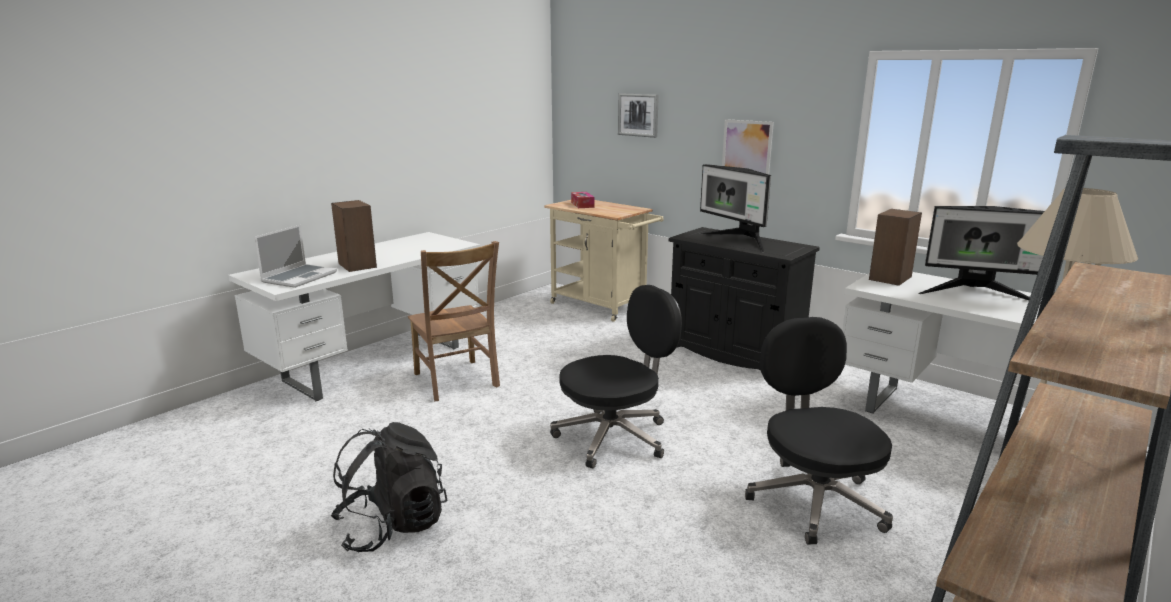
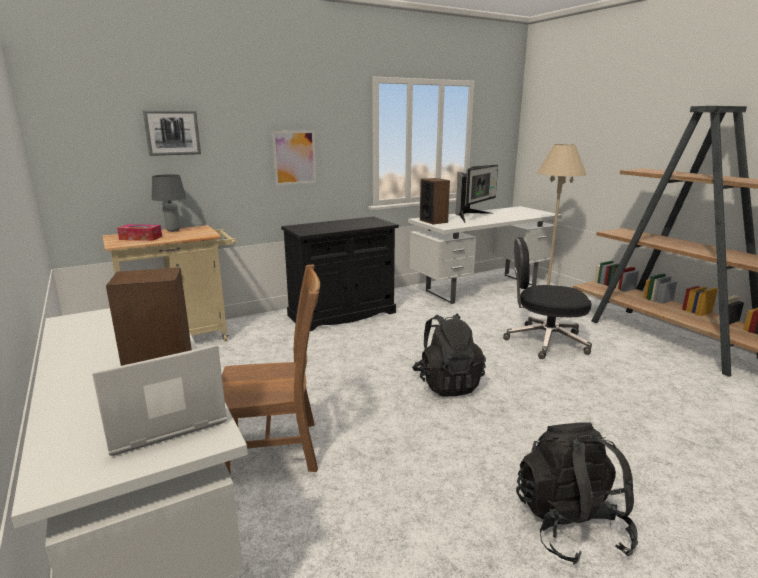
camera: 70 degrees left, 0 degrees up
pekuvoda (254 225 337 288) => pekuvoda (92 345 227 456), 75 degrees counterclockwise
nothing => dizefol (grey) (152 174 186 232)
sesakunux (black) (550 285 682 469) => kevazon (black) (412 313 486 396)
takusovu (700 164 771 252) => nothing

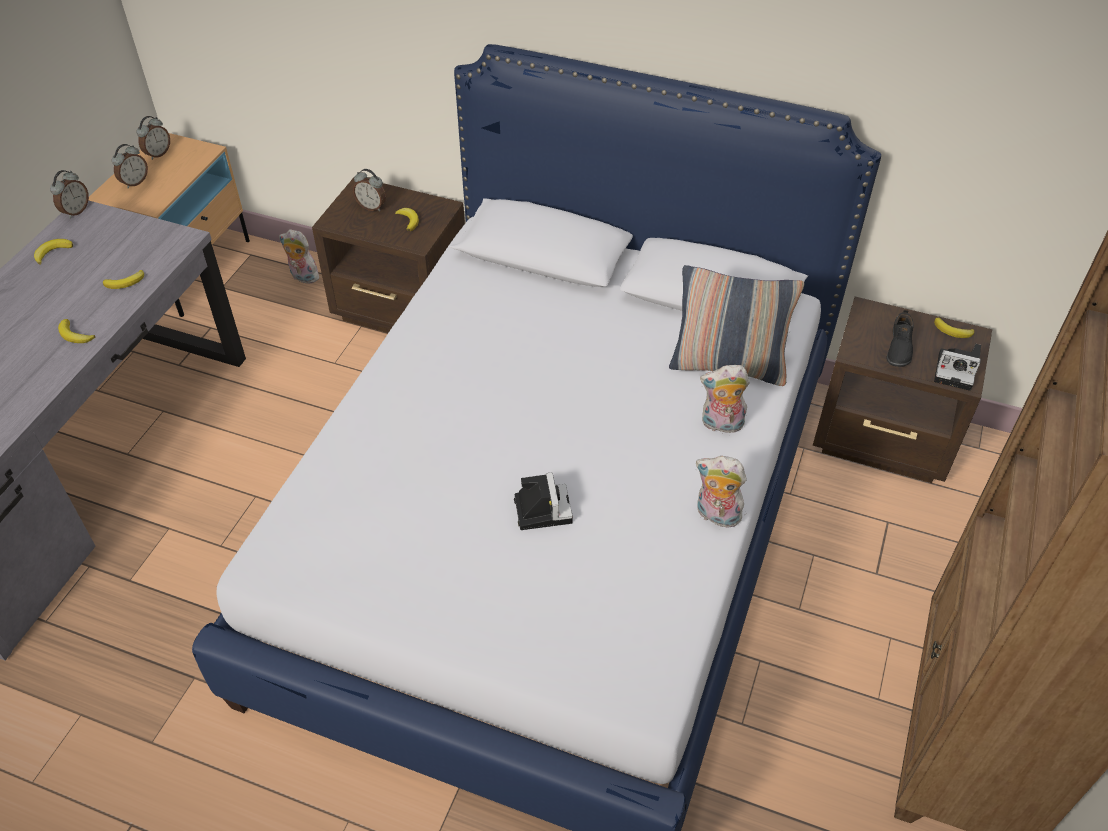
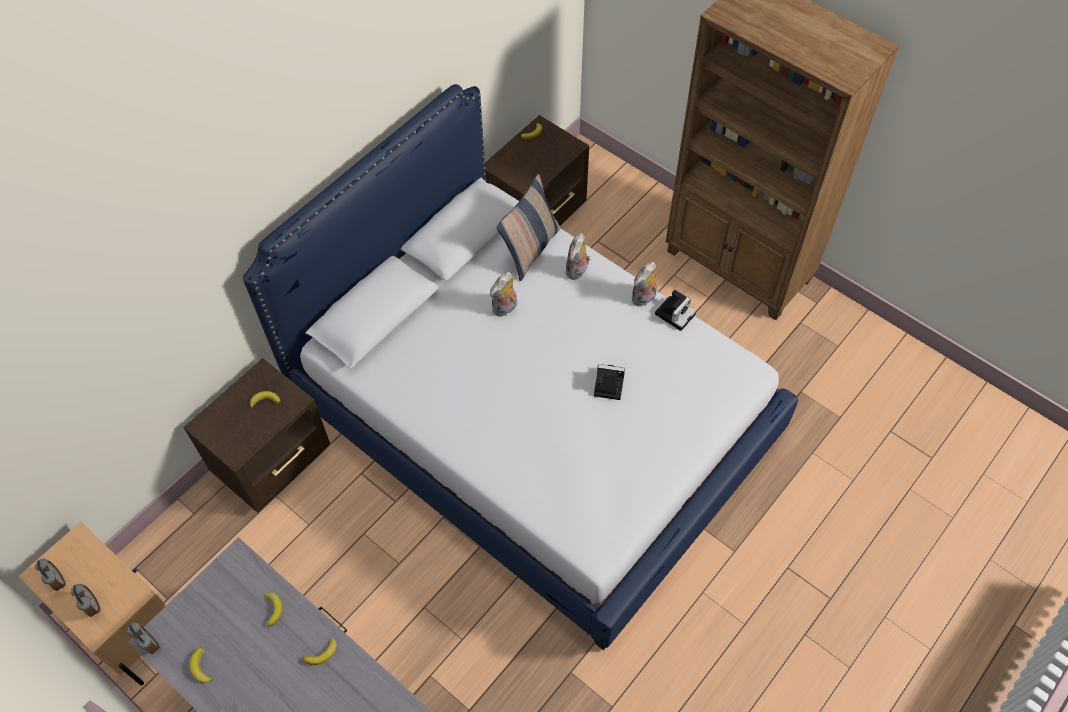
camera: 70 degrees left, 10 degrees up
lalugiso (279 229 319 284) => lalugiso (490 272 517 317), relocated
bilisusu (934 344 981 391) => bilisusu (655 290 697 331), relocated
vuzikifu (353 169 386 212) => nothing
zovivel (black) (886 309 914 367) => nothing

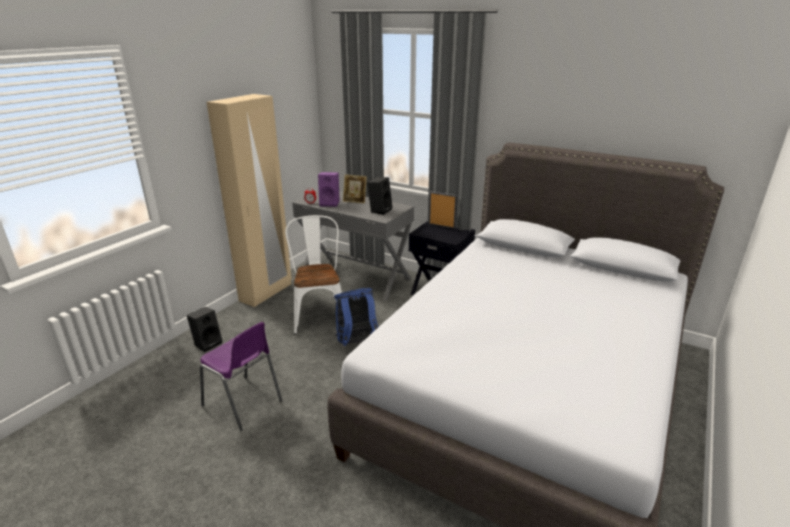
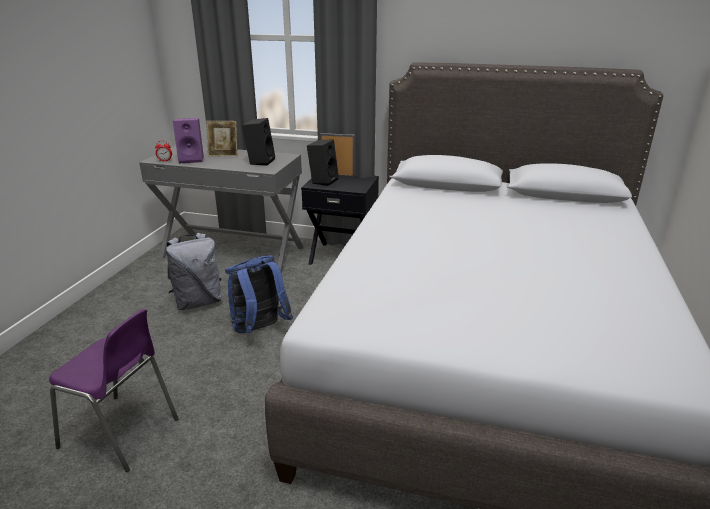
camera: 15 degrees left, 0 degrees up
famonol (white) (285 215 342 334) => kevazon (grey) (166 233 222 310)
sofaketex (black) (187 307 222 352) => sofaketex (black) (307 140 339 186), relocated
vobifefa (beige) (207 94 292 307) => nothing

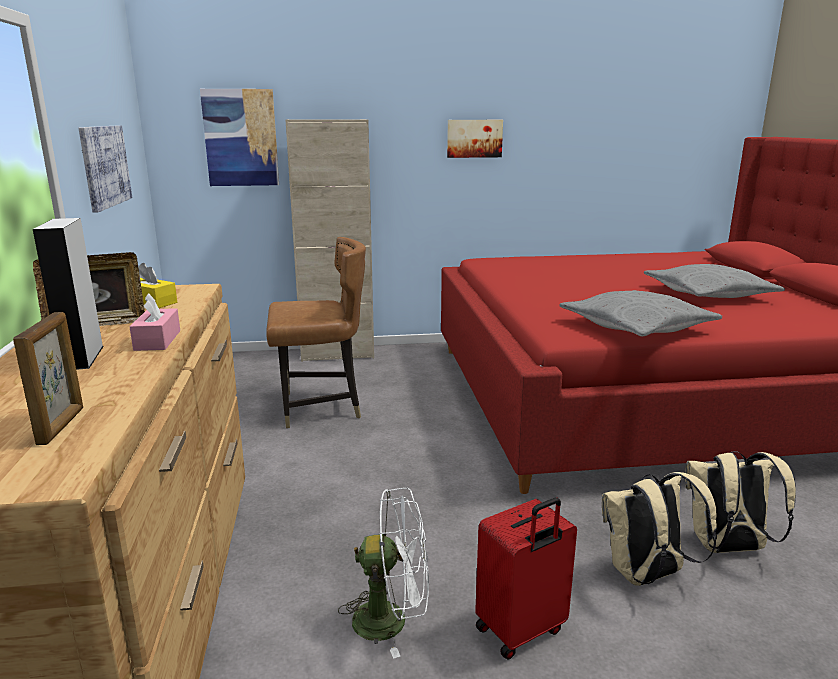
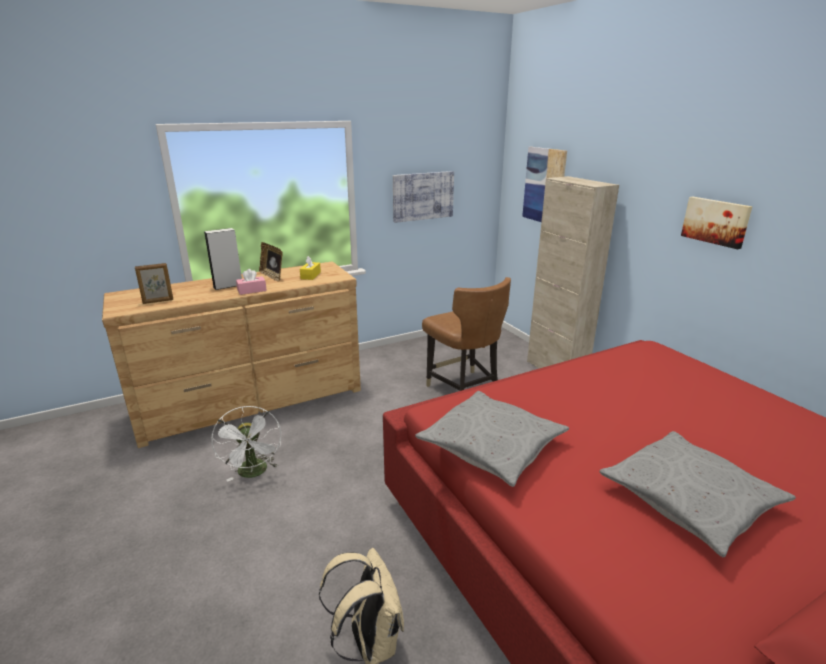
camera: 70 degrees right, 5 degrees up
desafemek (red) (475 498 577 660) => nothing
kevazon (beige) (602 472 717 586) => nothing

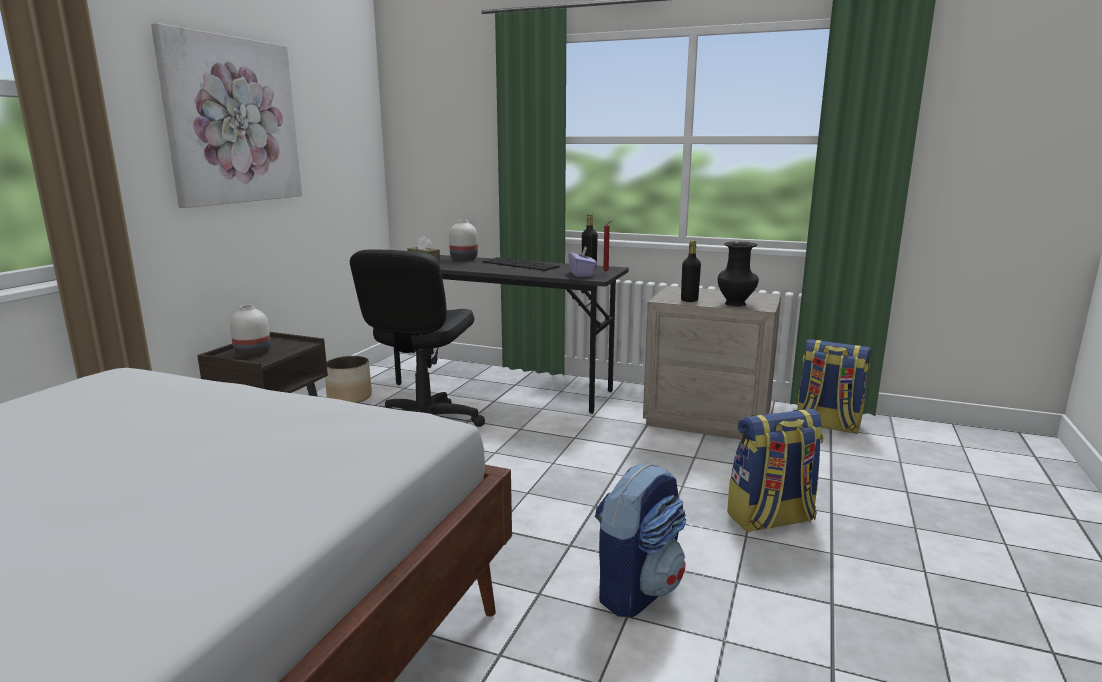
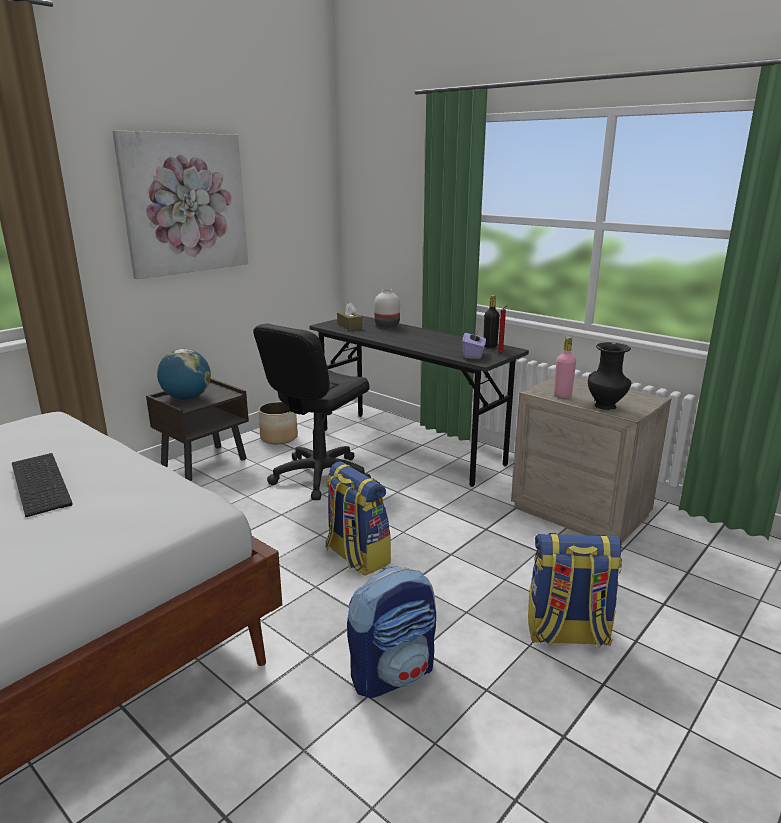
camera: 20 degrees right, 5 degrees up
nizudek (482 257 560 271) => nizudek (12 453 73 517), relocated
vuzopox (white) (230 305 271 357) => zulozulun (157 349 211 400)
kevazon (797 339 872 434) => kevazon (325 461 391 576), relocated
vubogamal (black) (681 240 701 302) => vubogamal (pink) (554 337 576 398)

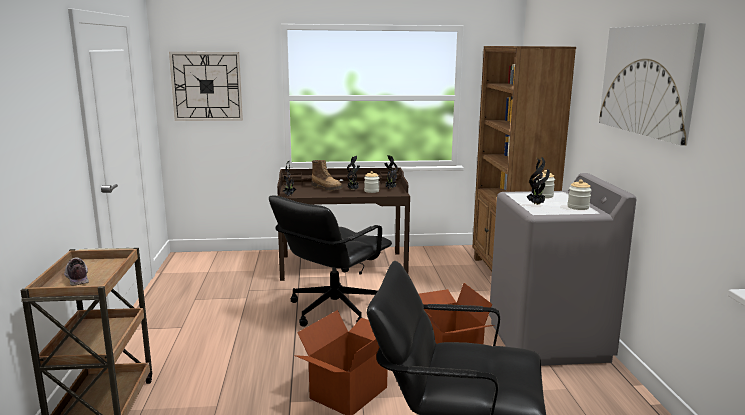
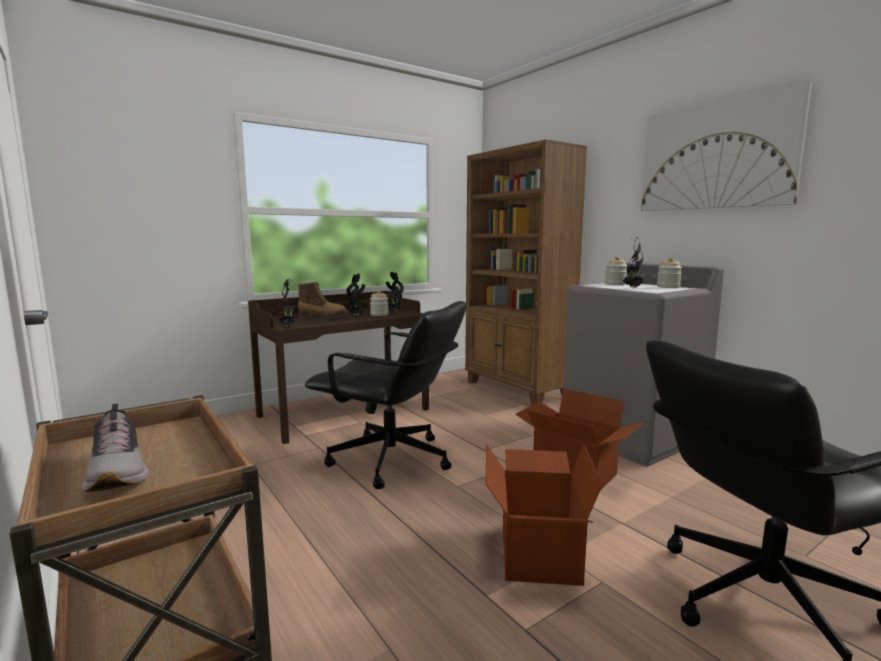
camera: 30 degrees left, 5 degrees down
zovivel (64 257 89 286) => zovivel (82 403 148 492), 150 degrees counterclockwise
sesakunux (black) (269 196 392 327) => sesakunux (black) (305 301 466 489), 75 degrees counterclockwise
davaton (169 52 243 121) => nothing

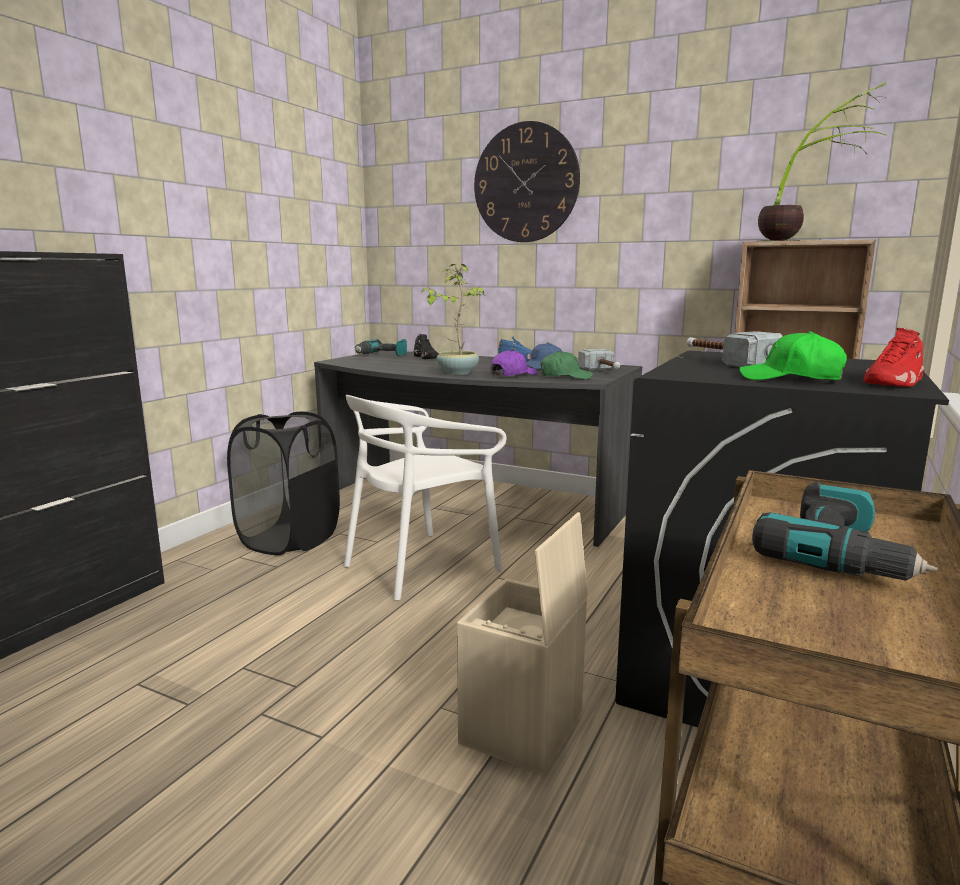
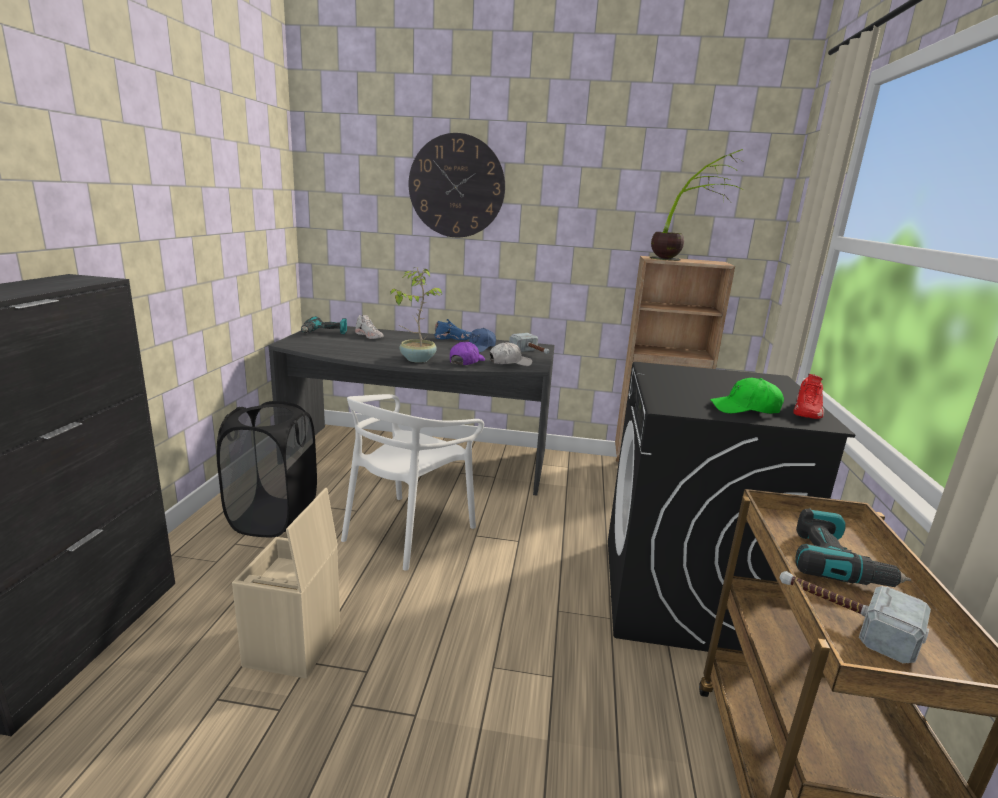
camera: 20 degrees left, 5 degrees up
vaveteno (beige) (457 512 588 775) => vaveteno (beige) (232 488 340 679), relocated
zovivel (black) (413 334 439 359) => zovivel (white) (355 315 383 339)
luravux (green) (540 351 593 380) => luravux (white) (490 342 532 366)
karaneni (687 331 783 367) => karaneni (779 571 931 663), relocated

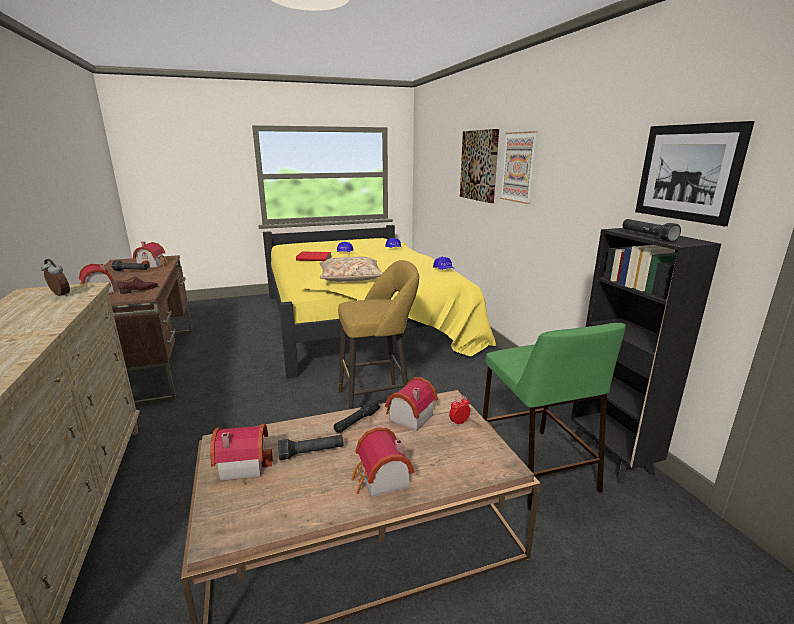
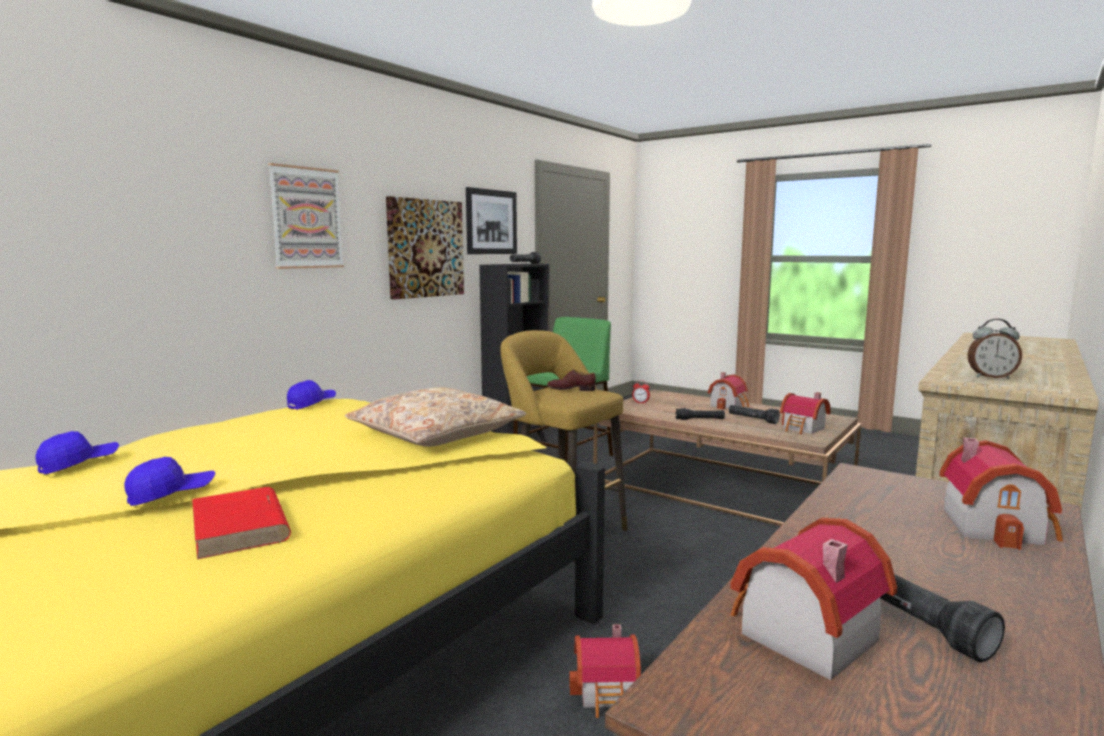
camera: 125 degrees left, 10 degrees down
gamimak (460 129 499 203) => gamimak (386 196 464 299), relocated
zovivel (brown) (118 277 158 294) => zovivel (brown) (547 370 596 391), relocated
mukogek (385 377 438 431) => mukogek (569 625 641 718), relocated
vuzikifu (41 259 70 296) => vuzikifu (967 319 1022 379), 75 degrees counterclockwise

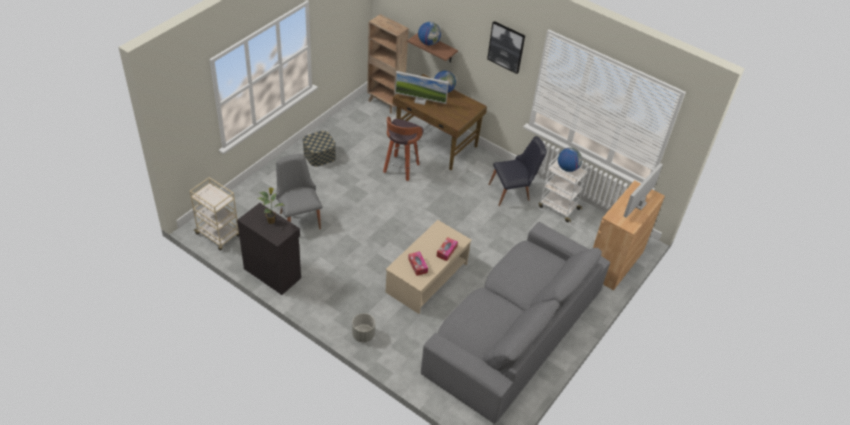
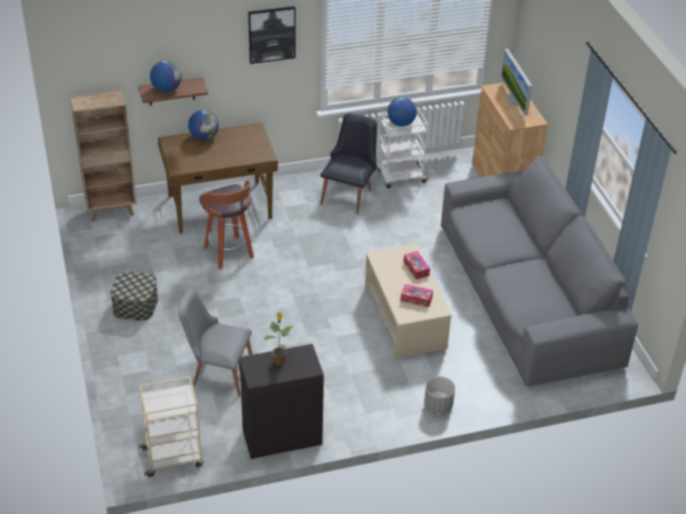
camera: 50 degrees left, 5 degrees down
takusovu (395 71 449 105) => nothing

